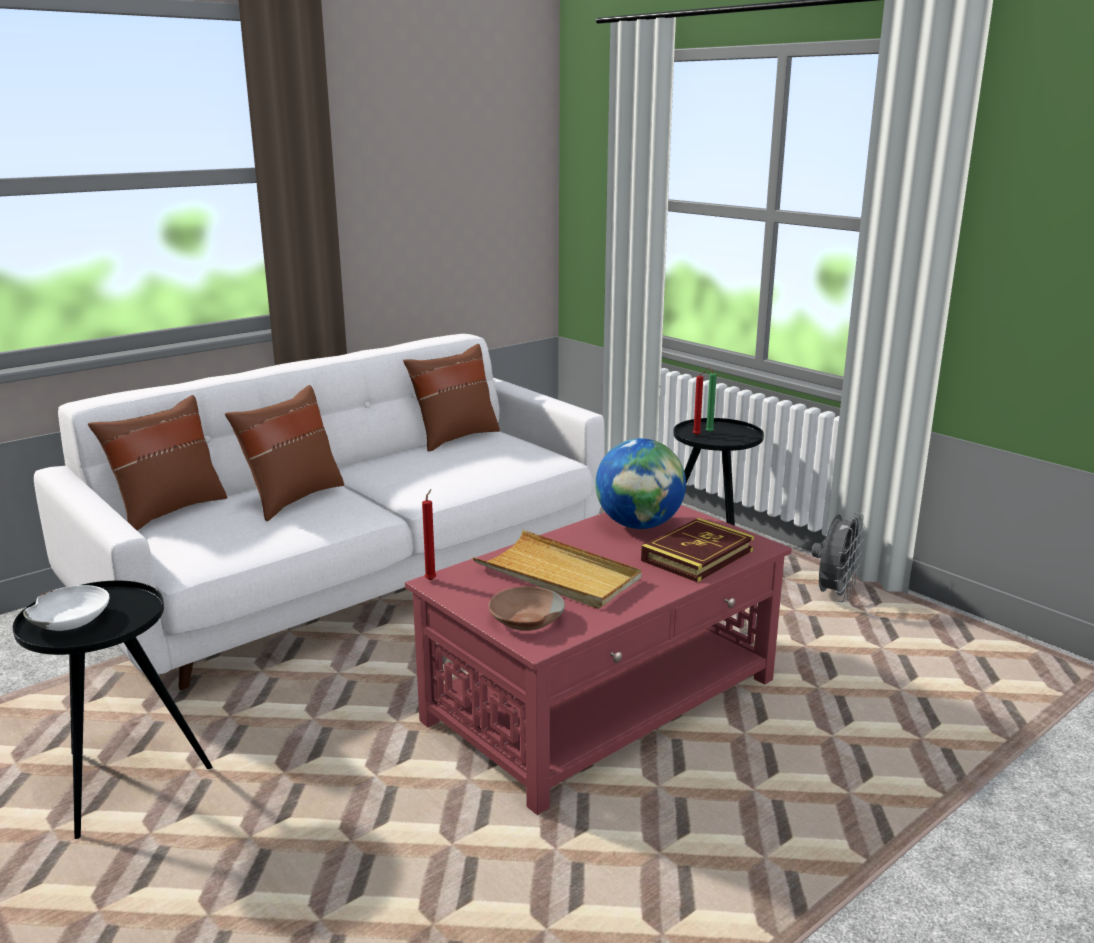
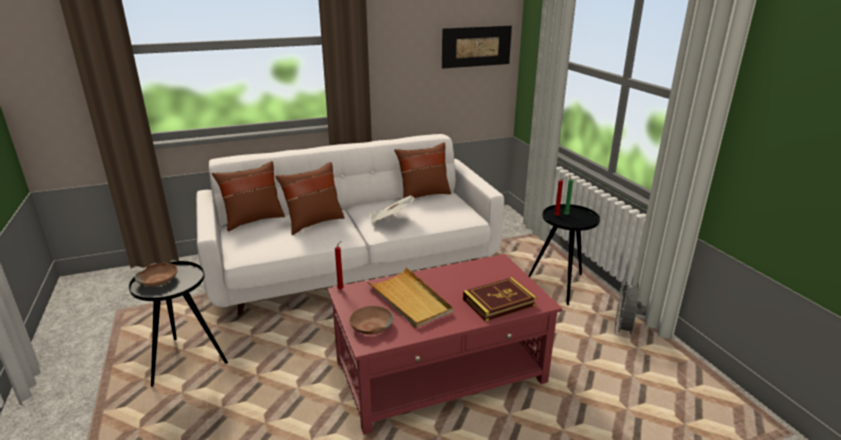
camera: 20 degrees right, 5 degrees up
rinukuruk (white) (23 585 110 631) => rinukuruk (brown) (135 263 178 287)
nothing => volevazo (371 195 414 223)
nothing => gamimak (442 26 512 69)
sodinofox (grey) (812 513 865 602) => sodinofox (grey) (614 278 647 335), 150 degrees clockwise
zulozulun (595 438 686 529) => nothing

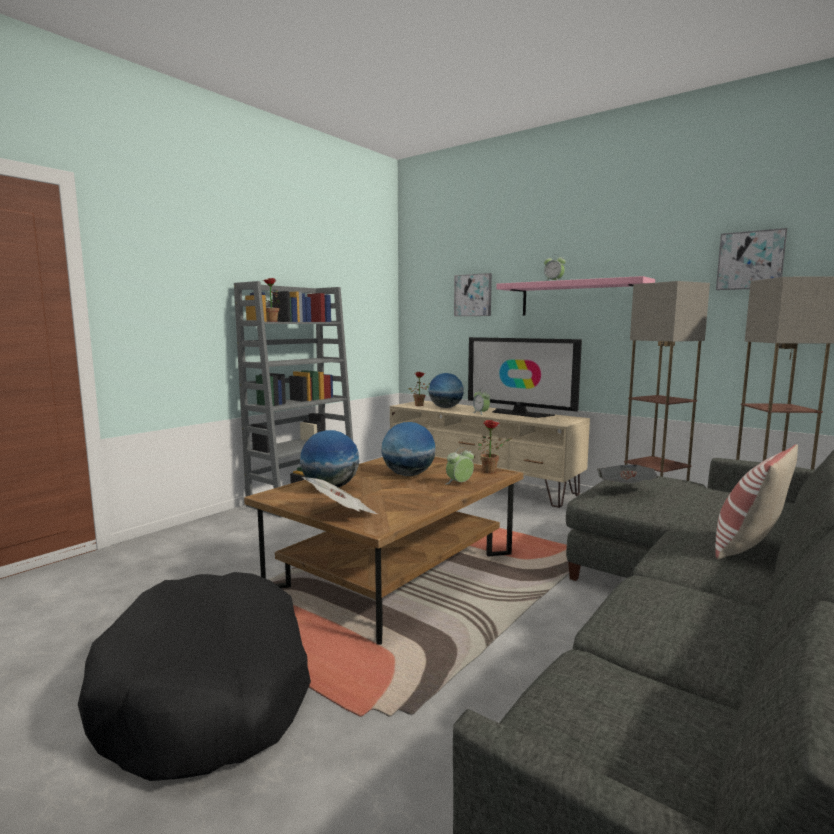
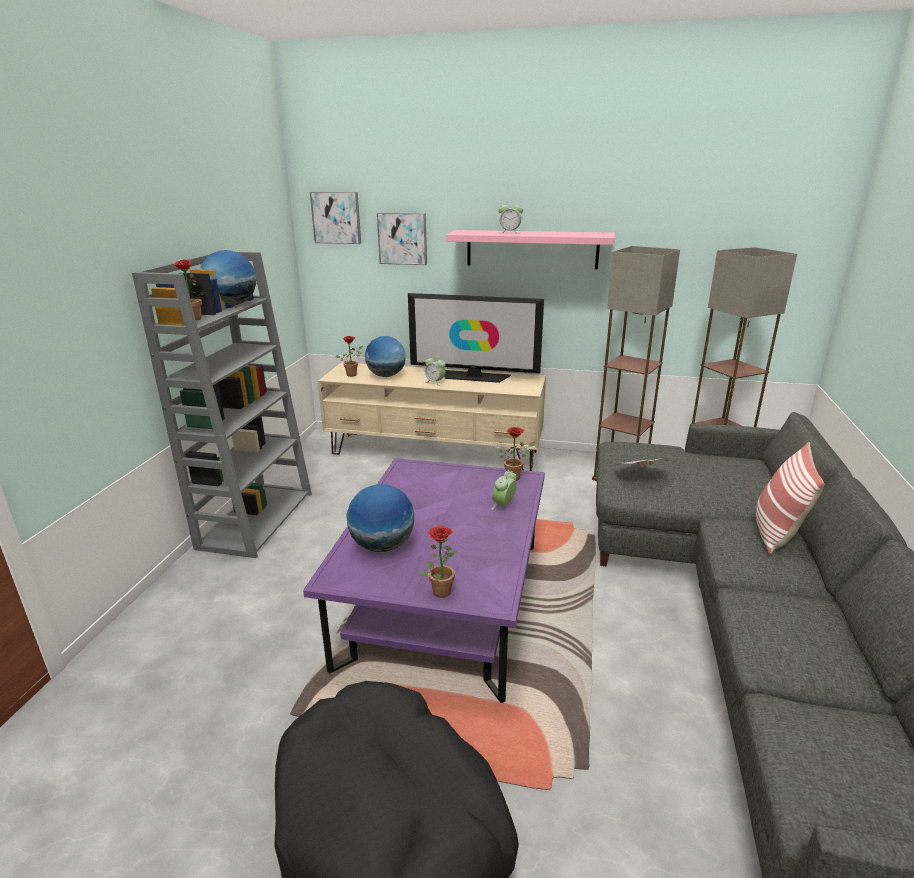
camera: 25 degrees left, 15 degrees up
zulozulun (382 422 435 476) => zulozulun (200 250 256 305), relocated
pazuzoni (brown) (244 457 524 644) => pazuzoni (purple) (303 458 545 703)
gamimak (716 228 787 290) => gamimak (310 192 361 244), relocated
volevazo (302 477 378 514) => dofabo (420 526 457 598)

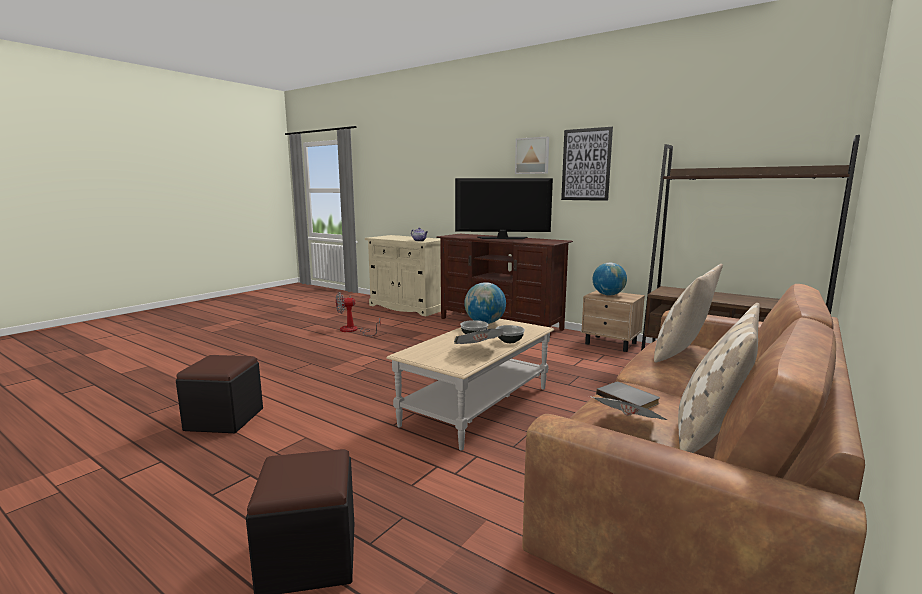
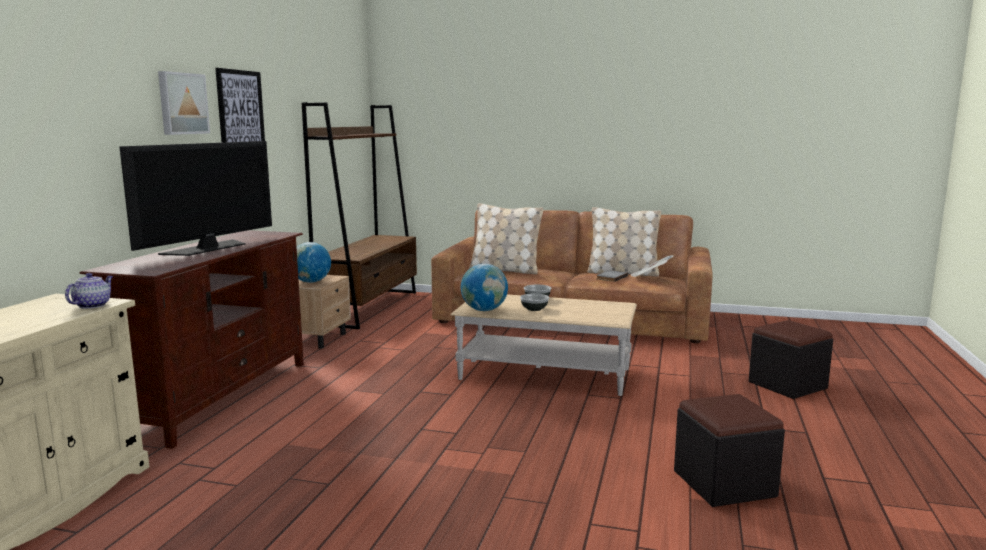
camera: 110 degrees left, 0 degrees up
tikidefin (455 178 553 239) => tikidefin (119 141 272 256), 45 degrees clockwise
sodinofox (336 292 380 336) => nothing
volevazo (454 328 503 344) => nothing

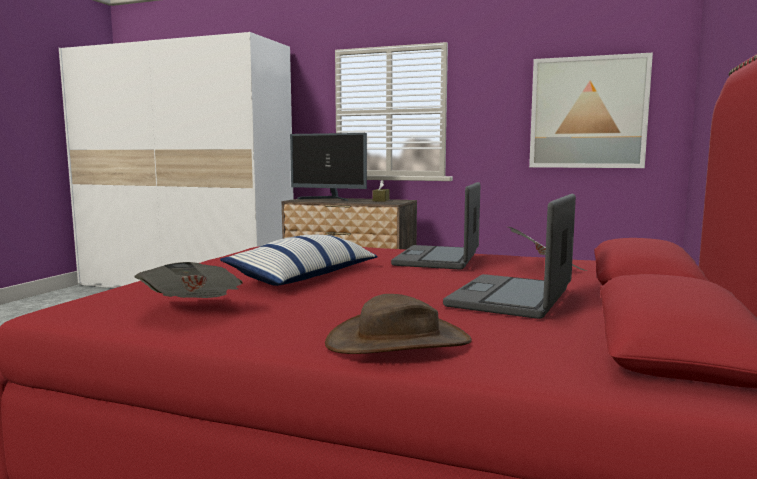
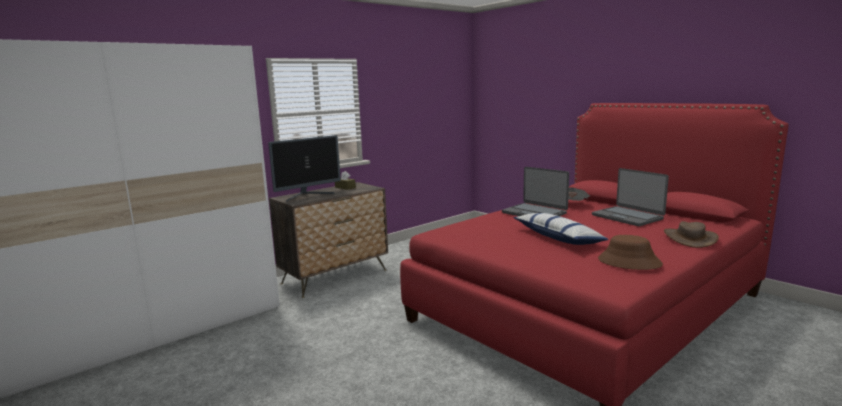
camera: 60 degrees left, 5 degrees up
volevazo (135 262 243 298) => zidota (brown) (598 235 663 270)
gamimak (529 53 653 168) => nothing

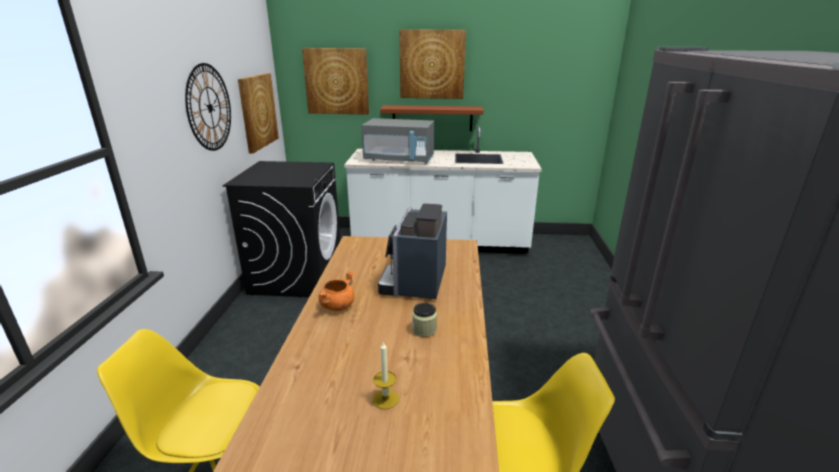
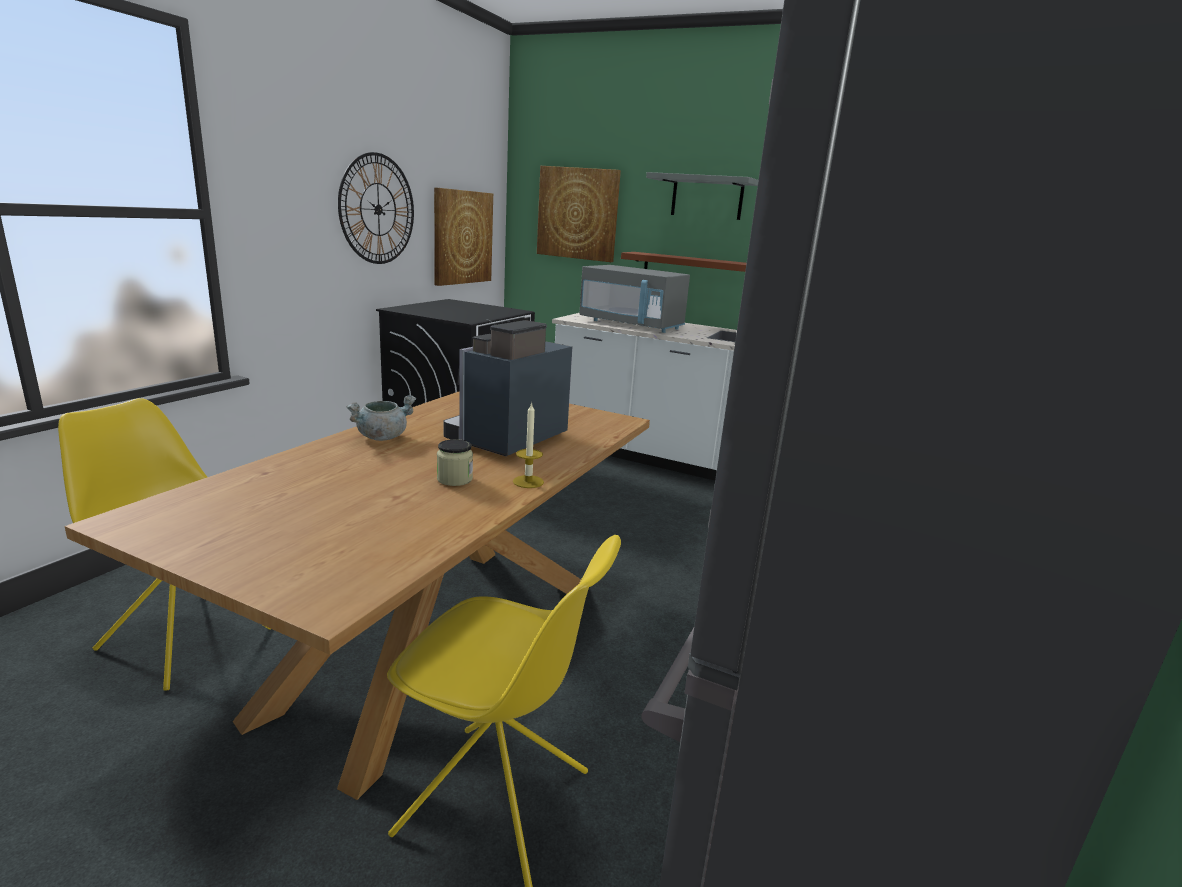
camera: 20 degrees right, 5 degrees down
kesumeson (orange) (319 271 355 311) => kesumeson (grey) (346 395 416 441)
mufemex (372 342 399 409) => mufemex (513 402 544 488), relocated
gamimak (400 29 466 99) => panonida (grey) (646 172 758 220)

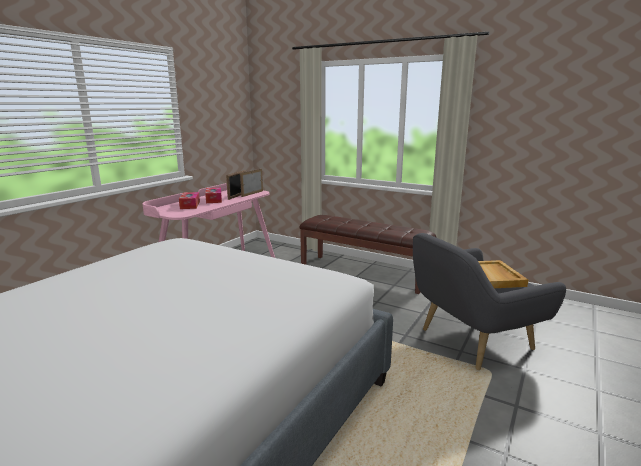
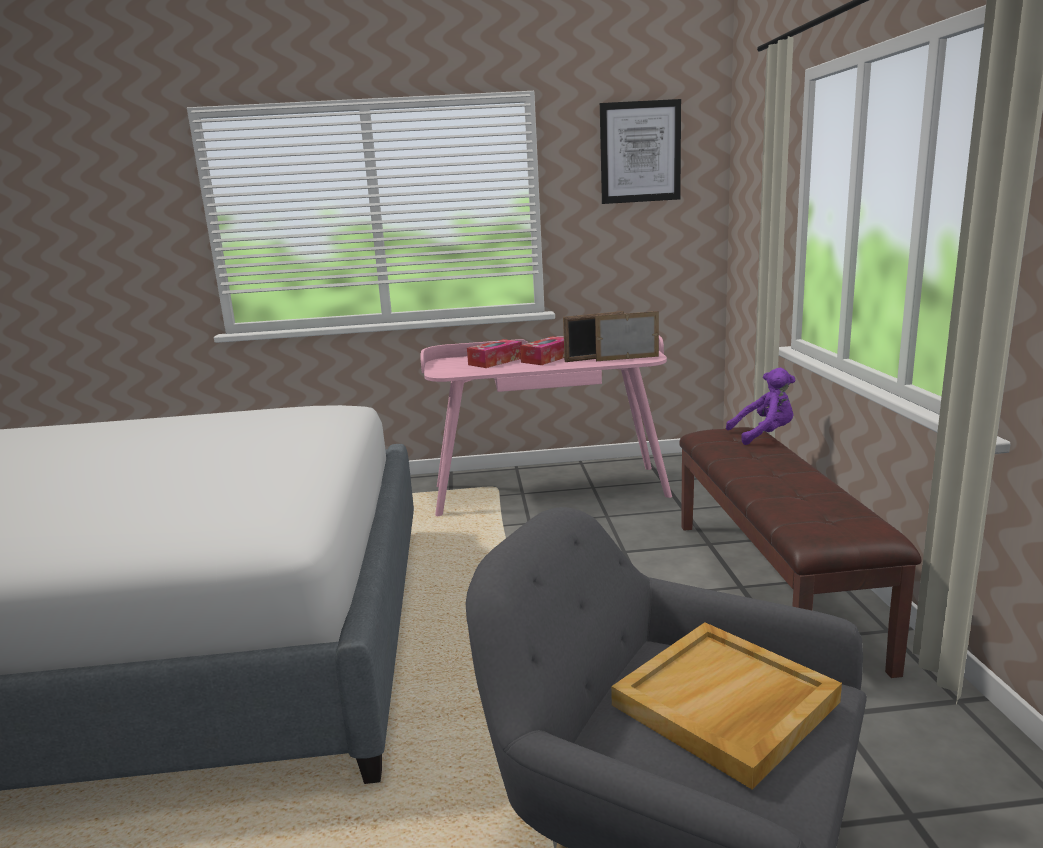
camera: 55 degrees right, 0 degrees up
nothing => gamimak (600 99 681 204)
nothing => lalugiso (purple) (726 368 795 445)

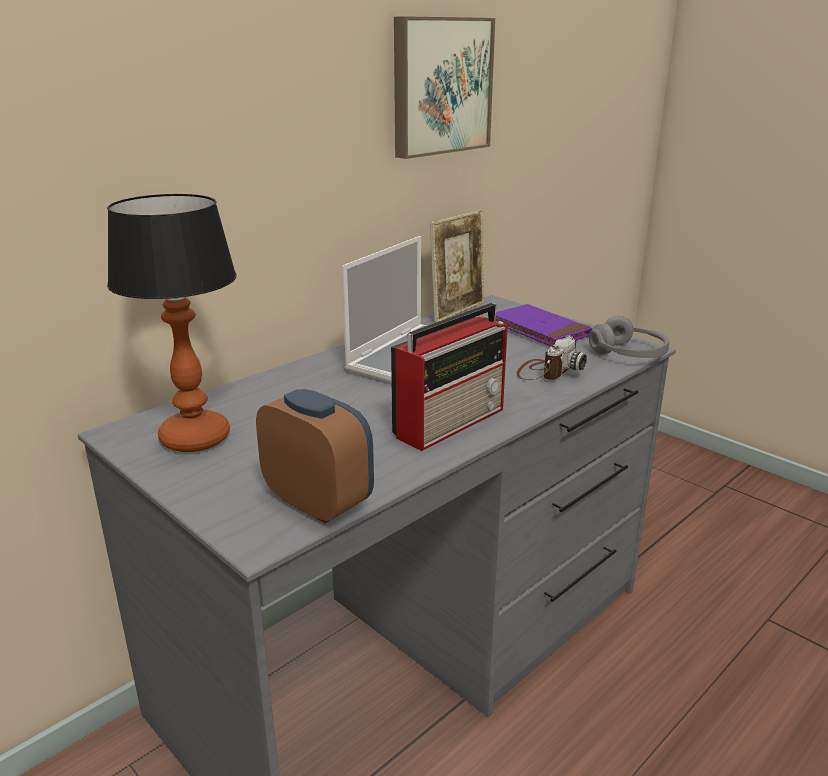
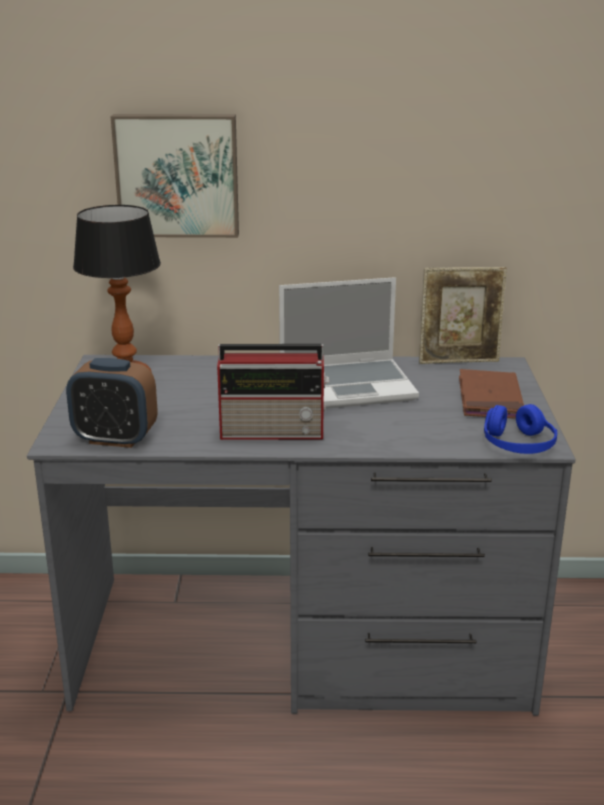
camera: 45 degrees right, 0 degrees up
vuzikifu (256 389 374 523) => vuzikifu (66 358 158 448), 105 degrees clockwise
gamimak (394 16 495 159) => gamimak (111 114 239 238), relocated
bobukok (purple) (495 304 592 347) => bobukok (brown) (459 369 524 419)
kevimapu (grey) (589 316 670 358) => kevimapu (blue) (484 404 557 454)
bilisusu (517 336 587 380) => nothing

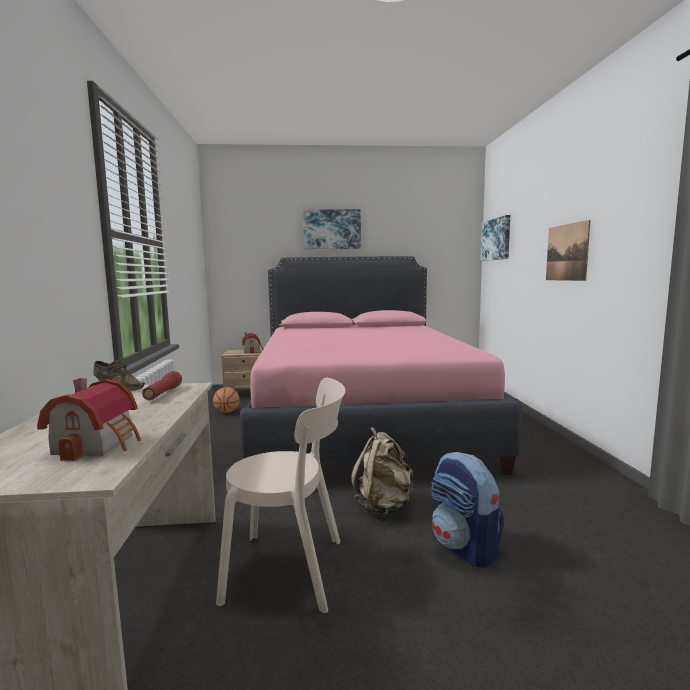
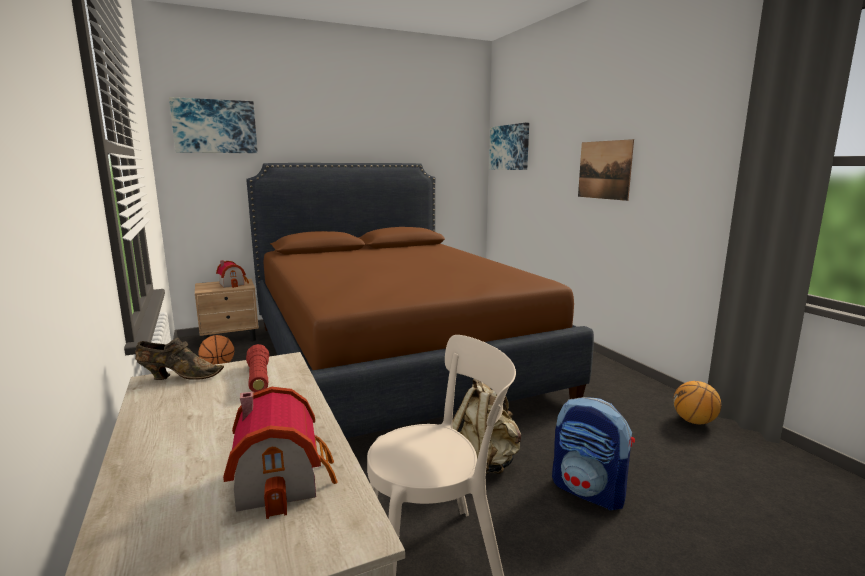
camera: 20 degrees left, 5 degrees up
gamimak (303 209 361 249) => gamimak (169 97 258 153), relocated
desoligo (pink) (240 256 522 475) => desoligo (brown) (246 163 594 438)
nothing => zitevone (673 381 721 424)

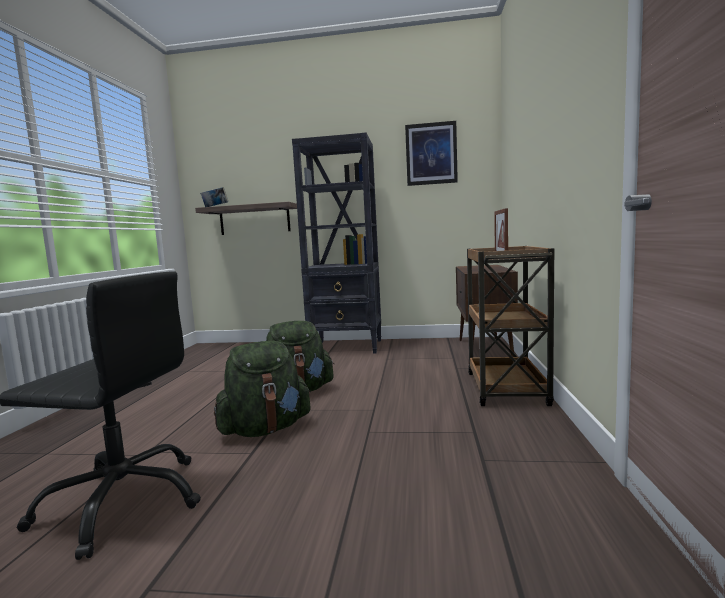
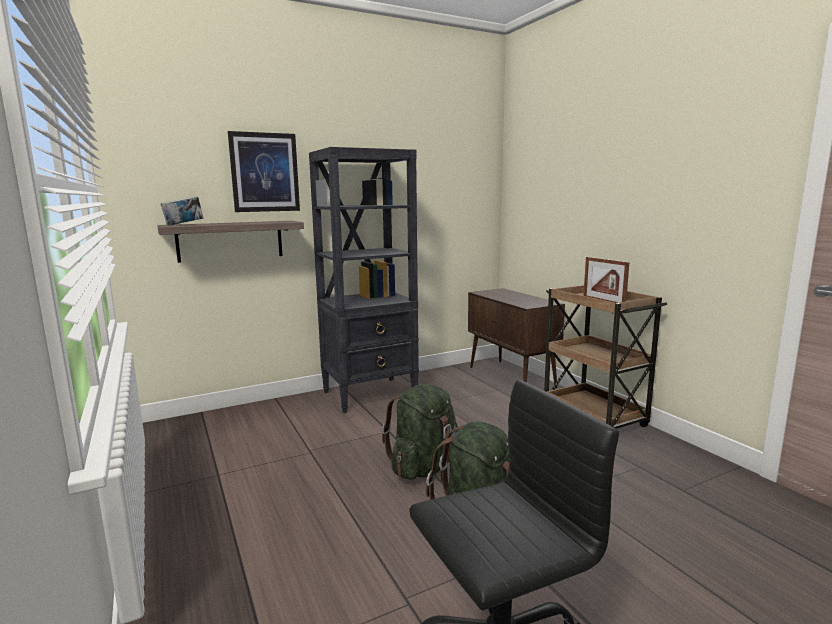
camera: 35 degrees left, 5 degrees up
gamimak (405 121 458 186) => gamimak (228 131 300 212), relocated

